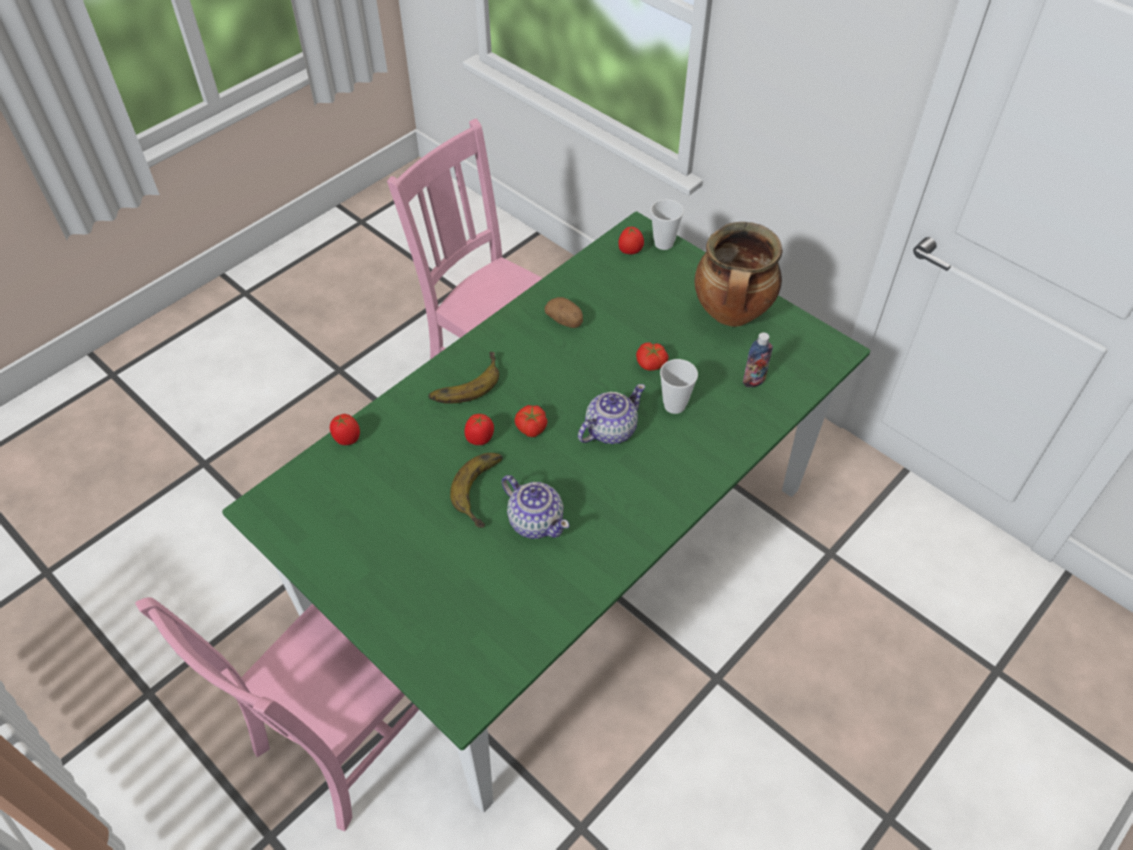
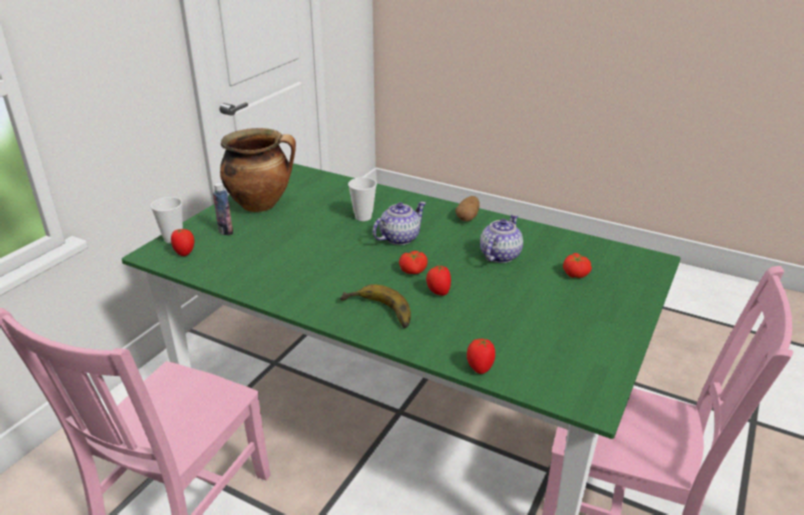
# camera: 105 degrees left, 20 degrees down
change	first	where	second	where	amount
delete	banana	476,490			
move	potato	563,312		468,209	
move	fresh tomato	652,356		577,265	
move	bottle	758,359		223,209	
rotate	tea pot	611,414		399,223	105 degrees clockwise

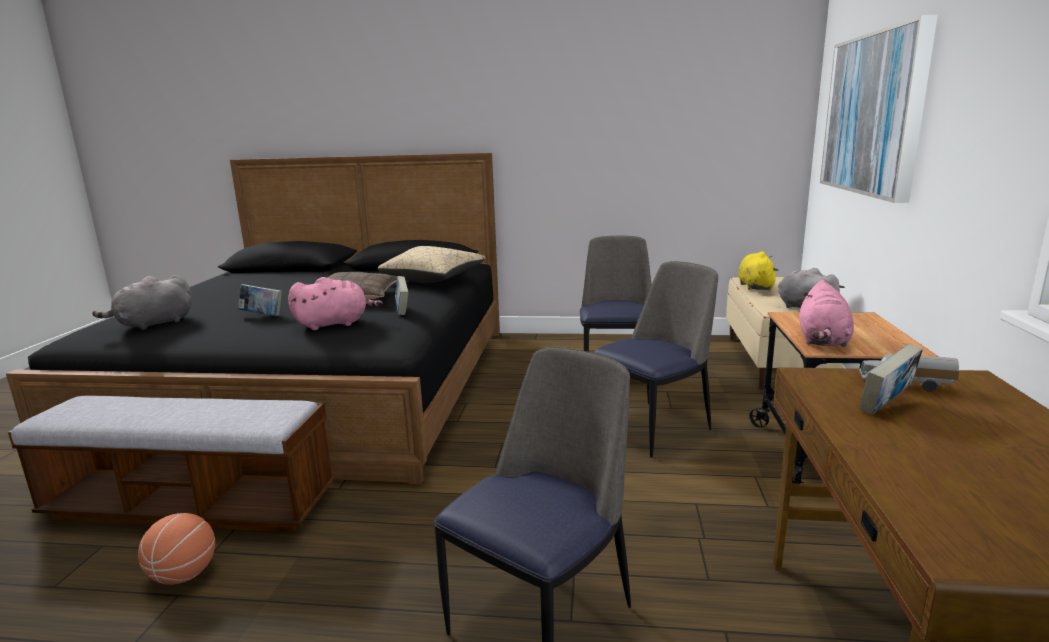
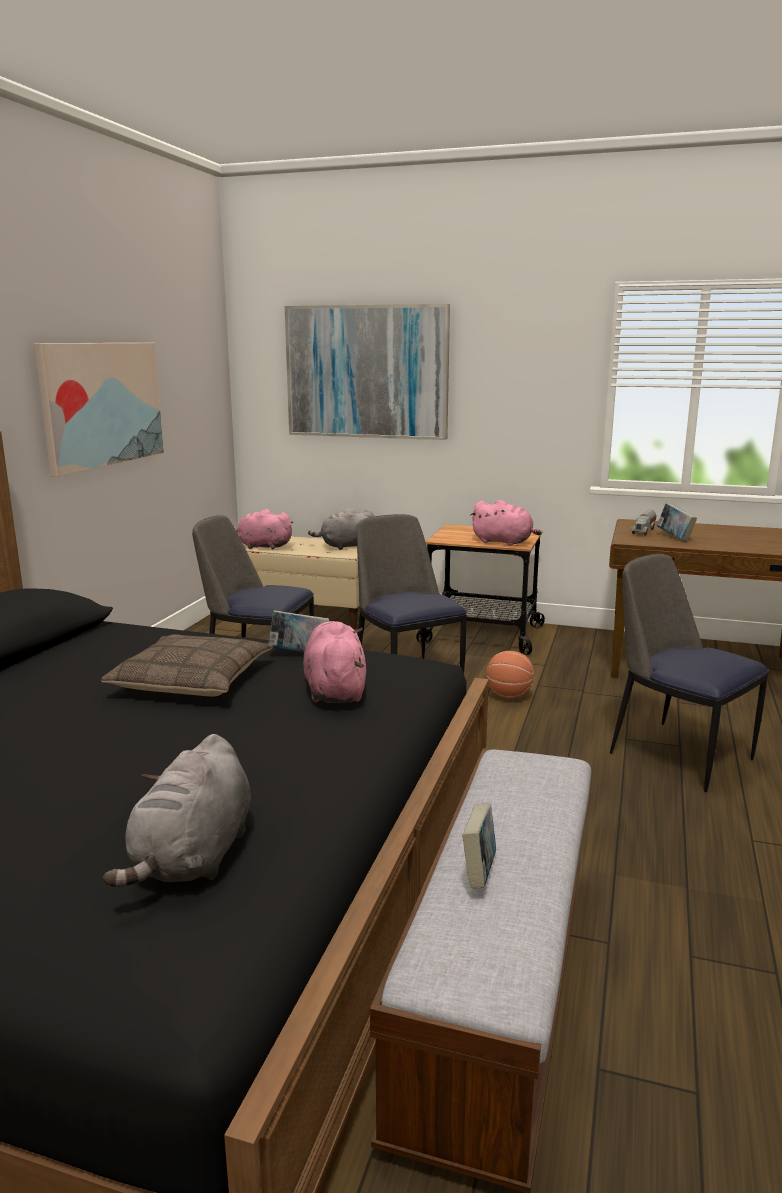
# camera: 80 degrees left, 0 degrees up
change	first	where	second	where	amount
delete	beige throw pillow	431,264			
insert			wall art	99,410	
move	basketball ball	176,549		510,674	
move	volume	260,300		479,846	
recolor	yellow cuddly toy	758,270	pink cuddly toy	264,529	
rotate	gray cuddly toy	142,302		177,810	45 degrees clockwise

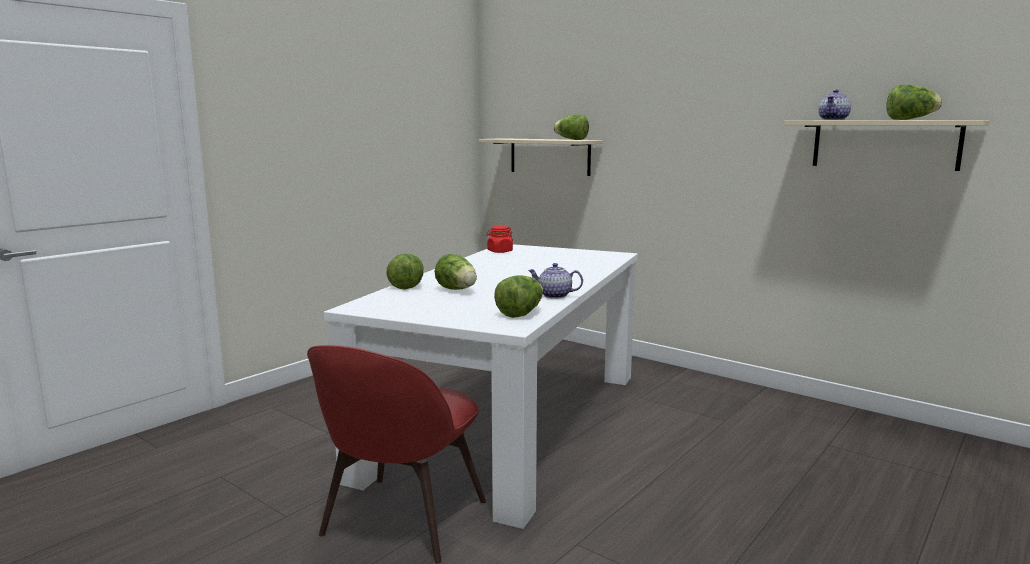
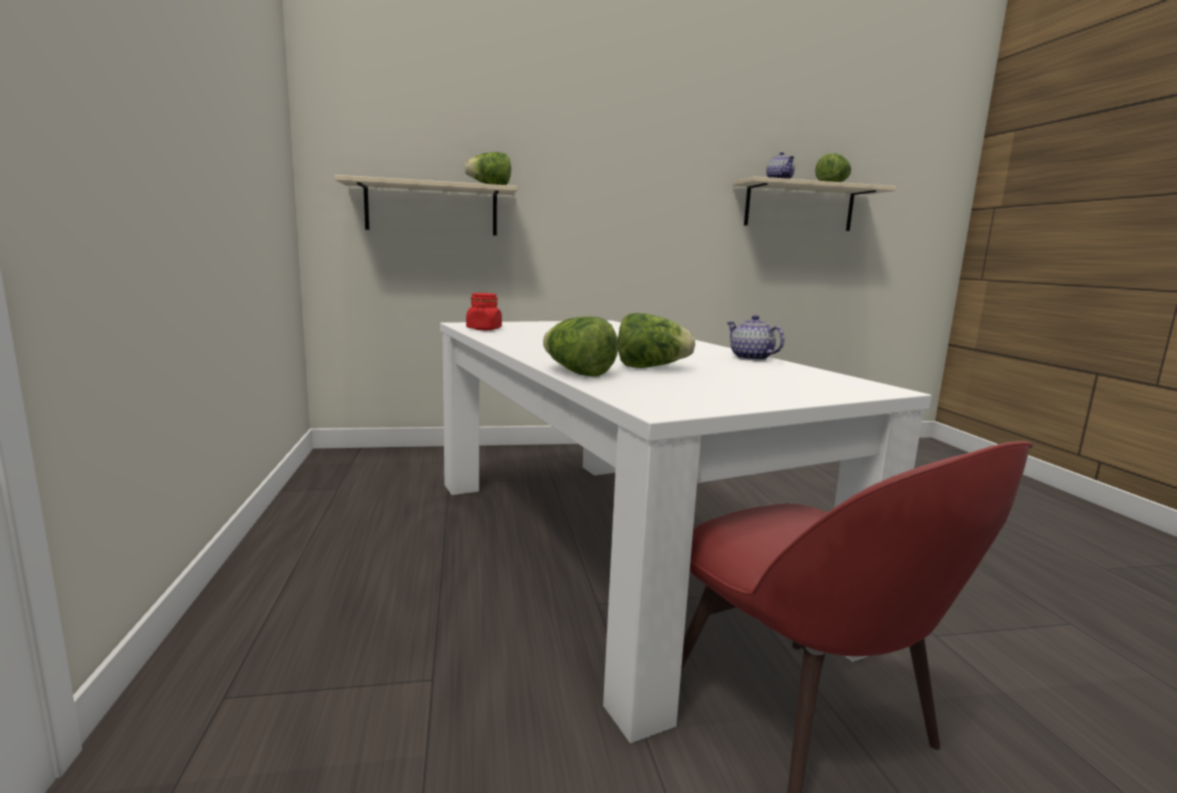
# camera: 50 degrees left, 0 degrees up
change	first	where	second	where	amount
delete	lettuce	518,296			
rotate	tea pot	555,281		755,337	90 degrees clockwise

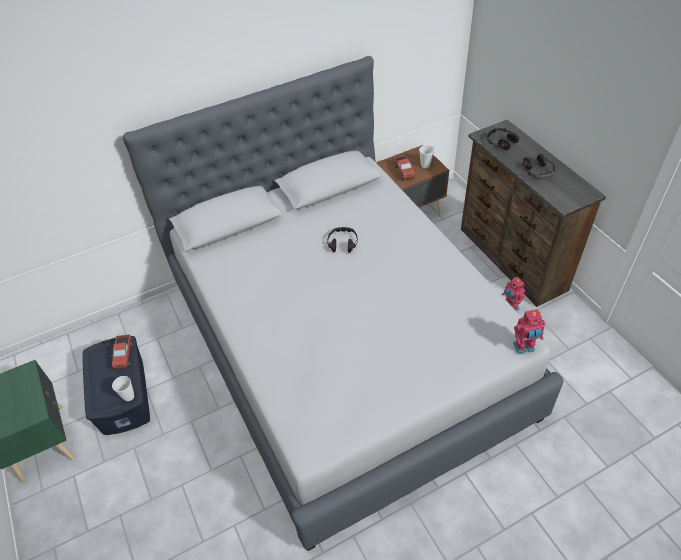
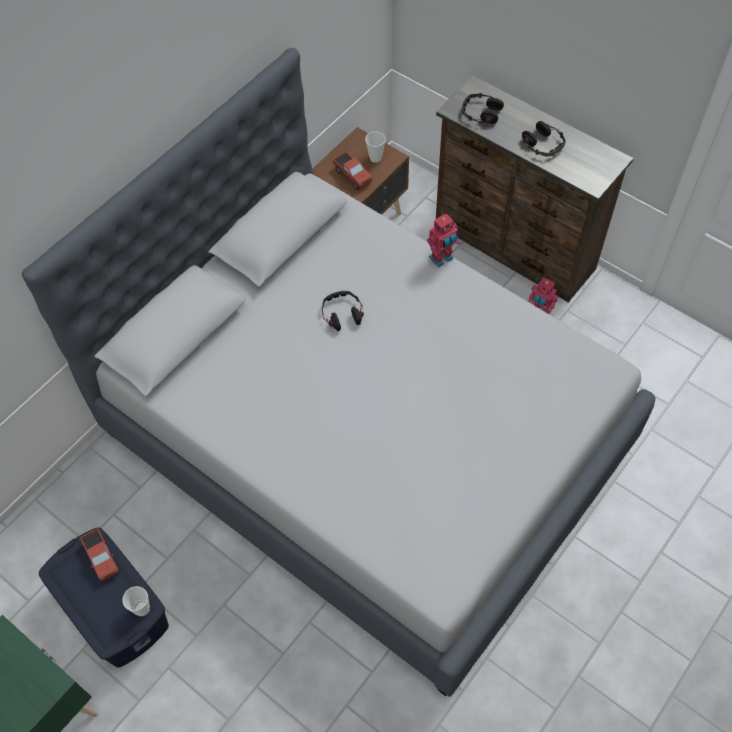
# camera: 25 degrees left, 10 degrees up
change	first	where	second	where	amount
move	toy robot	529,331		443,241	

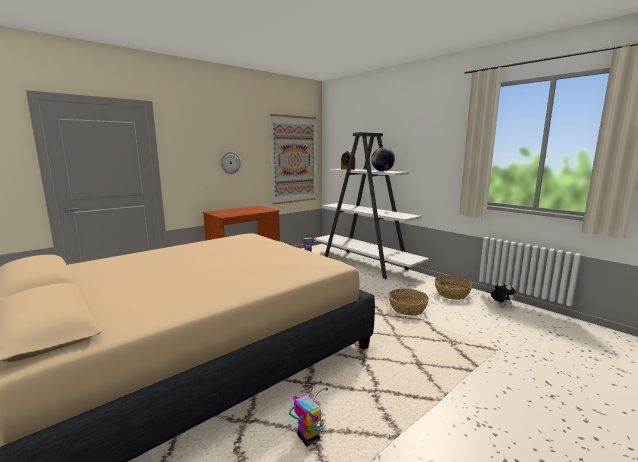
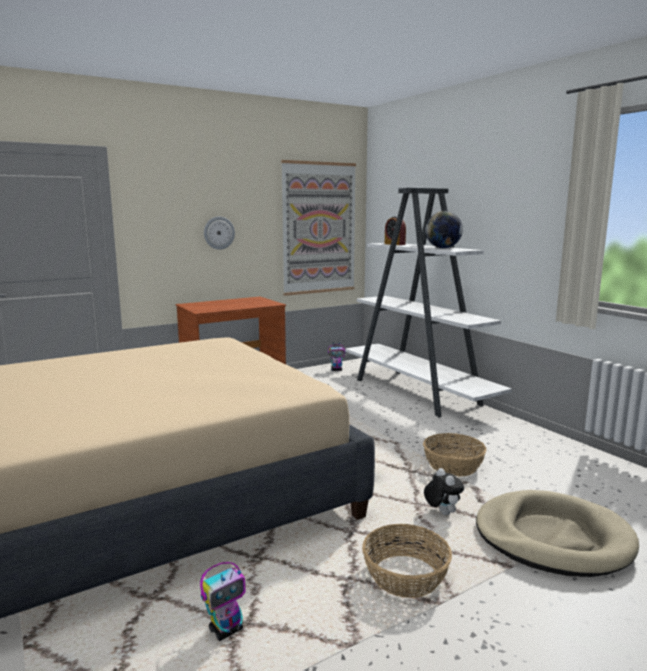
# camera: 10 degrees right, 0 degrees up
change	first	where	second	where	amount
insert			beige dog cushion	557,533	
move	household basket	453,288		407,561	
move	cuddly toy	503,294		444,491	
rotate	toy robot	308,414		223,601	75 degrees clockwise

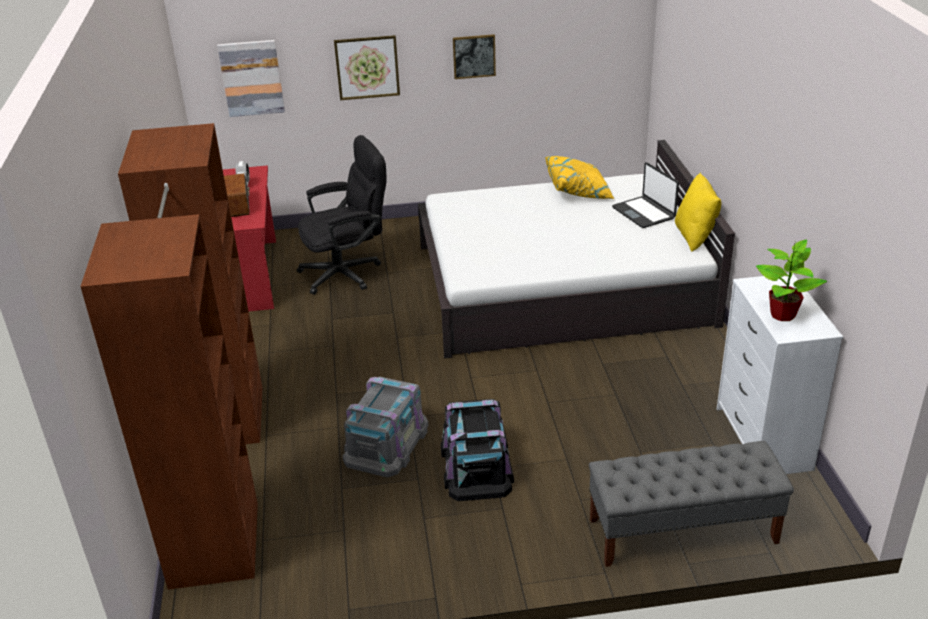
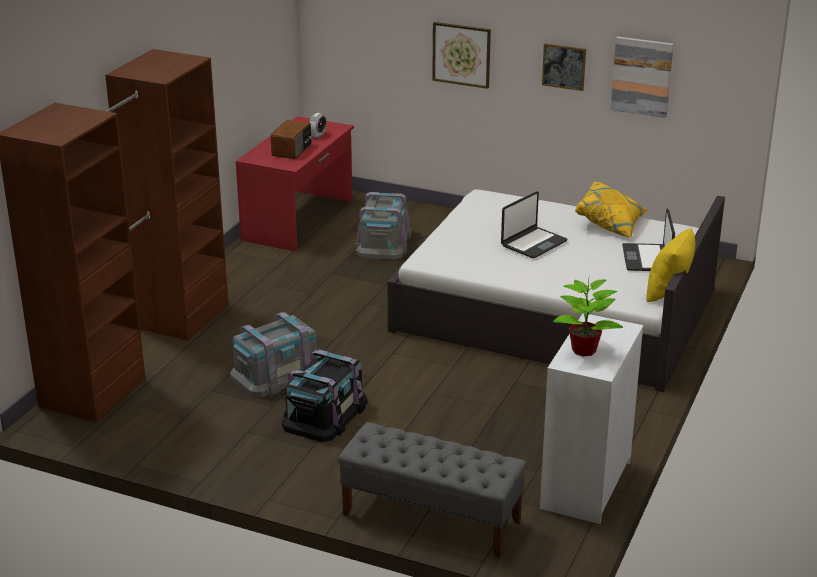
# camera: 30 degrees right, 5 degrees down
change	first	where	second	where	amount
insert			notebook computer	534,225	
move	wall art	251,78		642,77	
replace	black office chair	342,214	gray storage box	383,226	

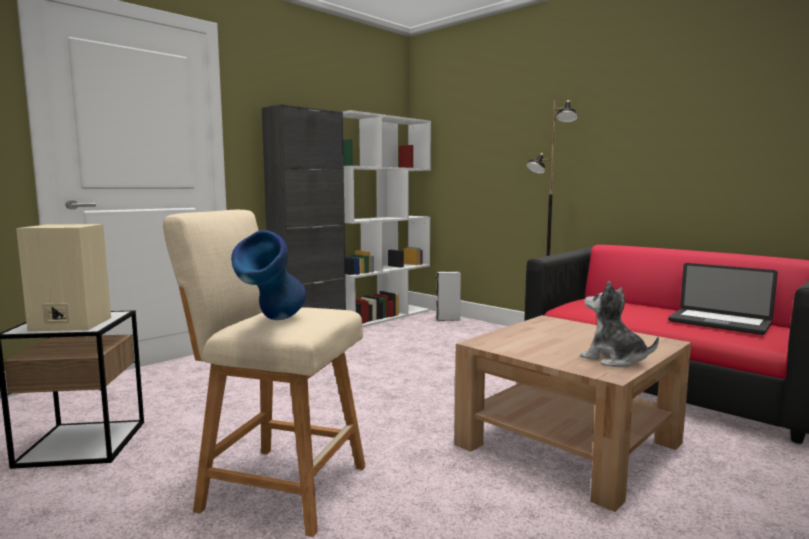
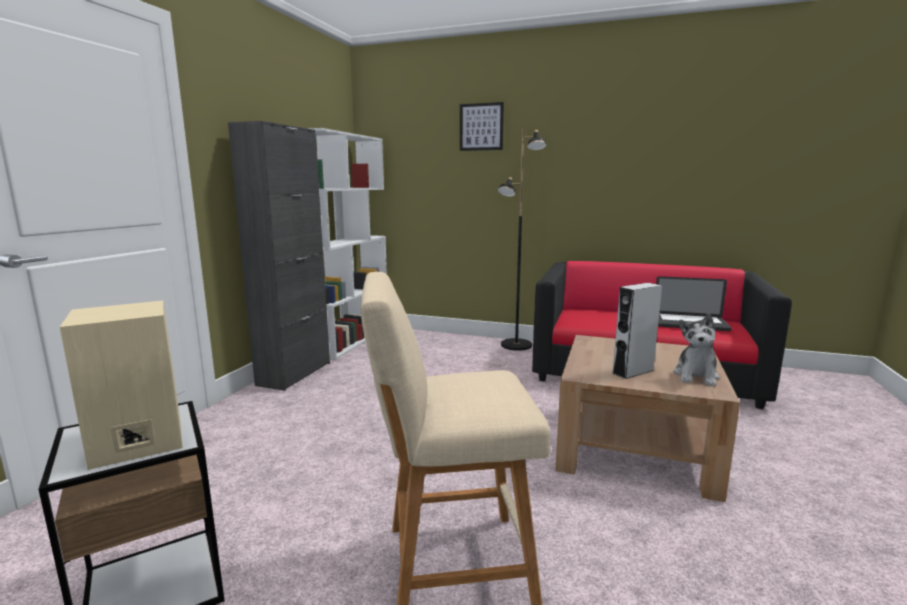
# camera: 25 degrees left, 5 degrees up
change	first	where	second	where	amount
delete	blue vase	268,275			
insert			wall art	482,126	
move	gray loudspeaker	448,296		637,331	
rotate	cuddly toy	619,324		696,350	90 degrees counterclockwise

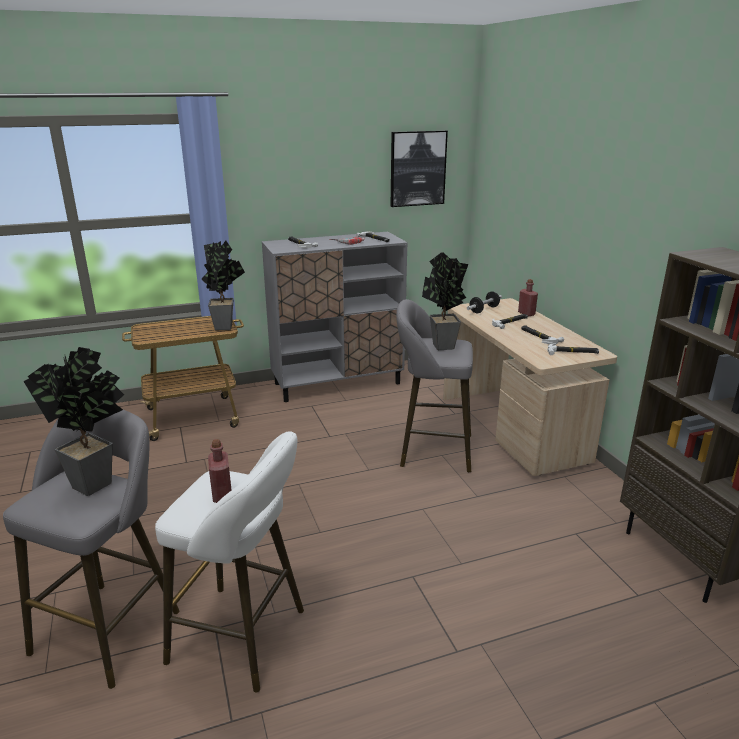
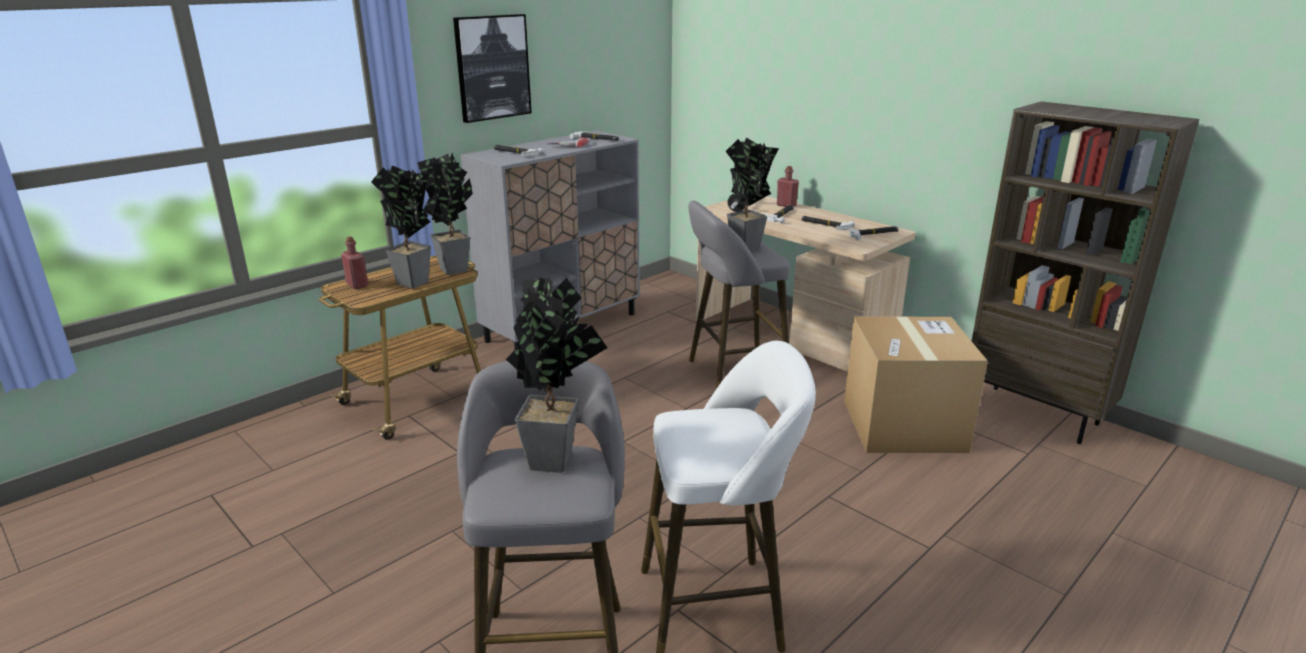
# camera: 25 degrees left, 0 degrees up
change	first	where	second	where	amount
insert			houseplant	401,227	
insert			cardboard box	916,385	
move	reddish bottle	219,471		354,262	
move	wall art	419,168		492,68	

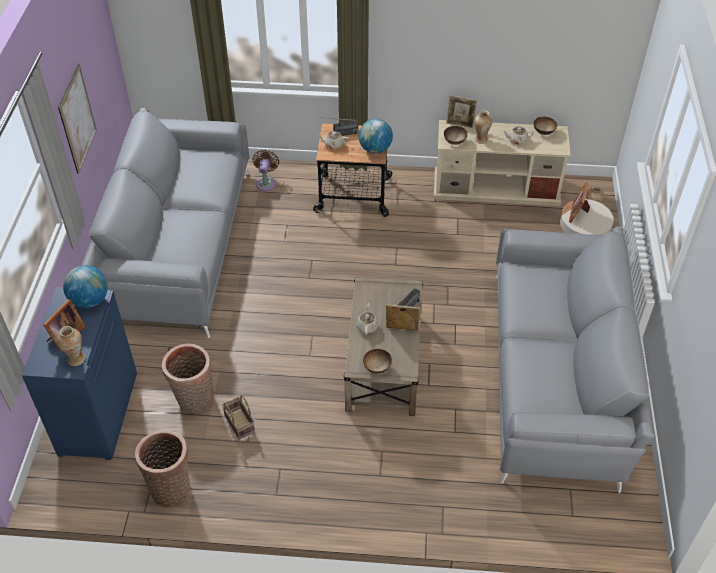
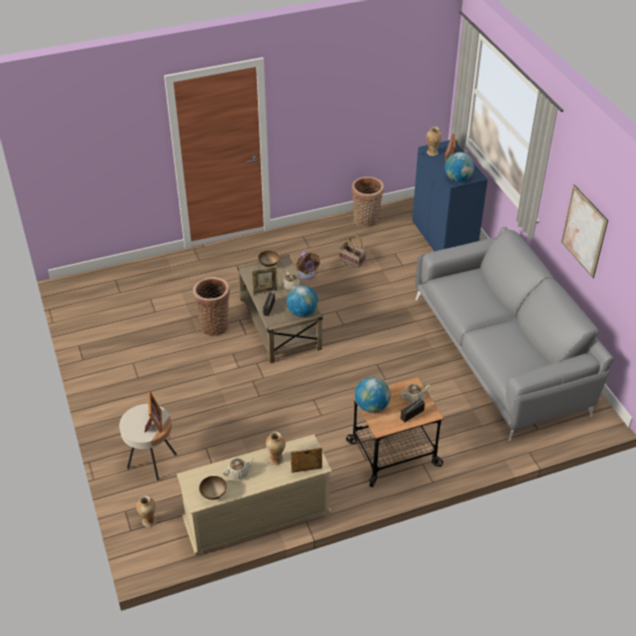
# camera: 155 degrees right, 5 degrees down
change	first	where	second	where	amount
delete	deep dish	455,135			
delete	gray sofa	575,360			
insert			world globe	302,301	
move	household basket	188,378		211,306	
move	brown fan	266,170		308,266	

